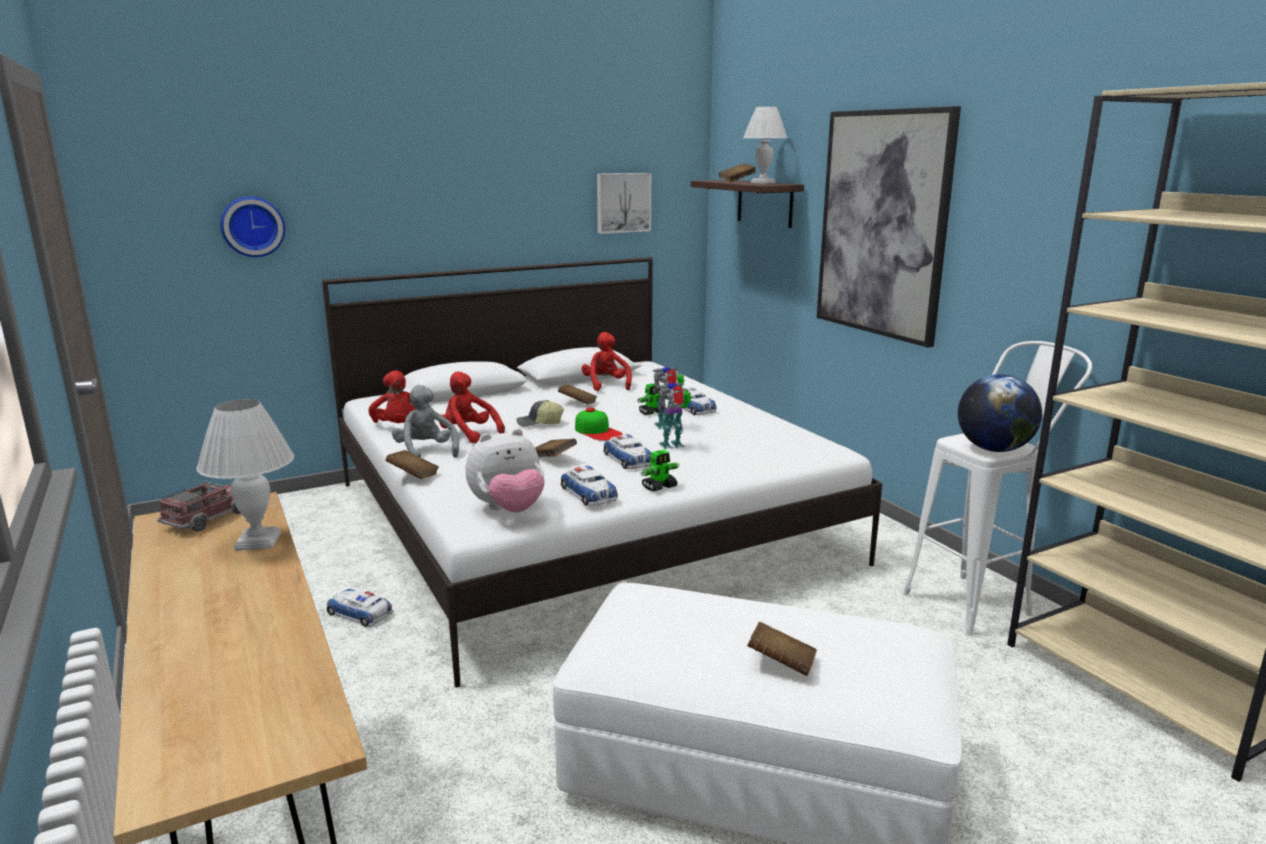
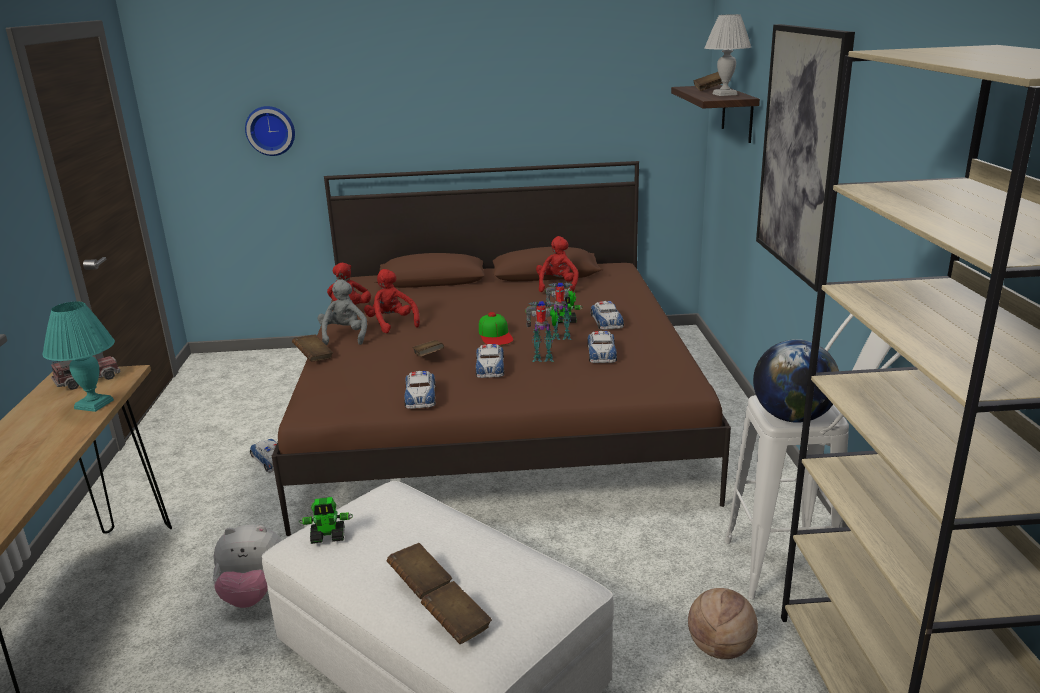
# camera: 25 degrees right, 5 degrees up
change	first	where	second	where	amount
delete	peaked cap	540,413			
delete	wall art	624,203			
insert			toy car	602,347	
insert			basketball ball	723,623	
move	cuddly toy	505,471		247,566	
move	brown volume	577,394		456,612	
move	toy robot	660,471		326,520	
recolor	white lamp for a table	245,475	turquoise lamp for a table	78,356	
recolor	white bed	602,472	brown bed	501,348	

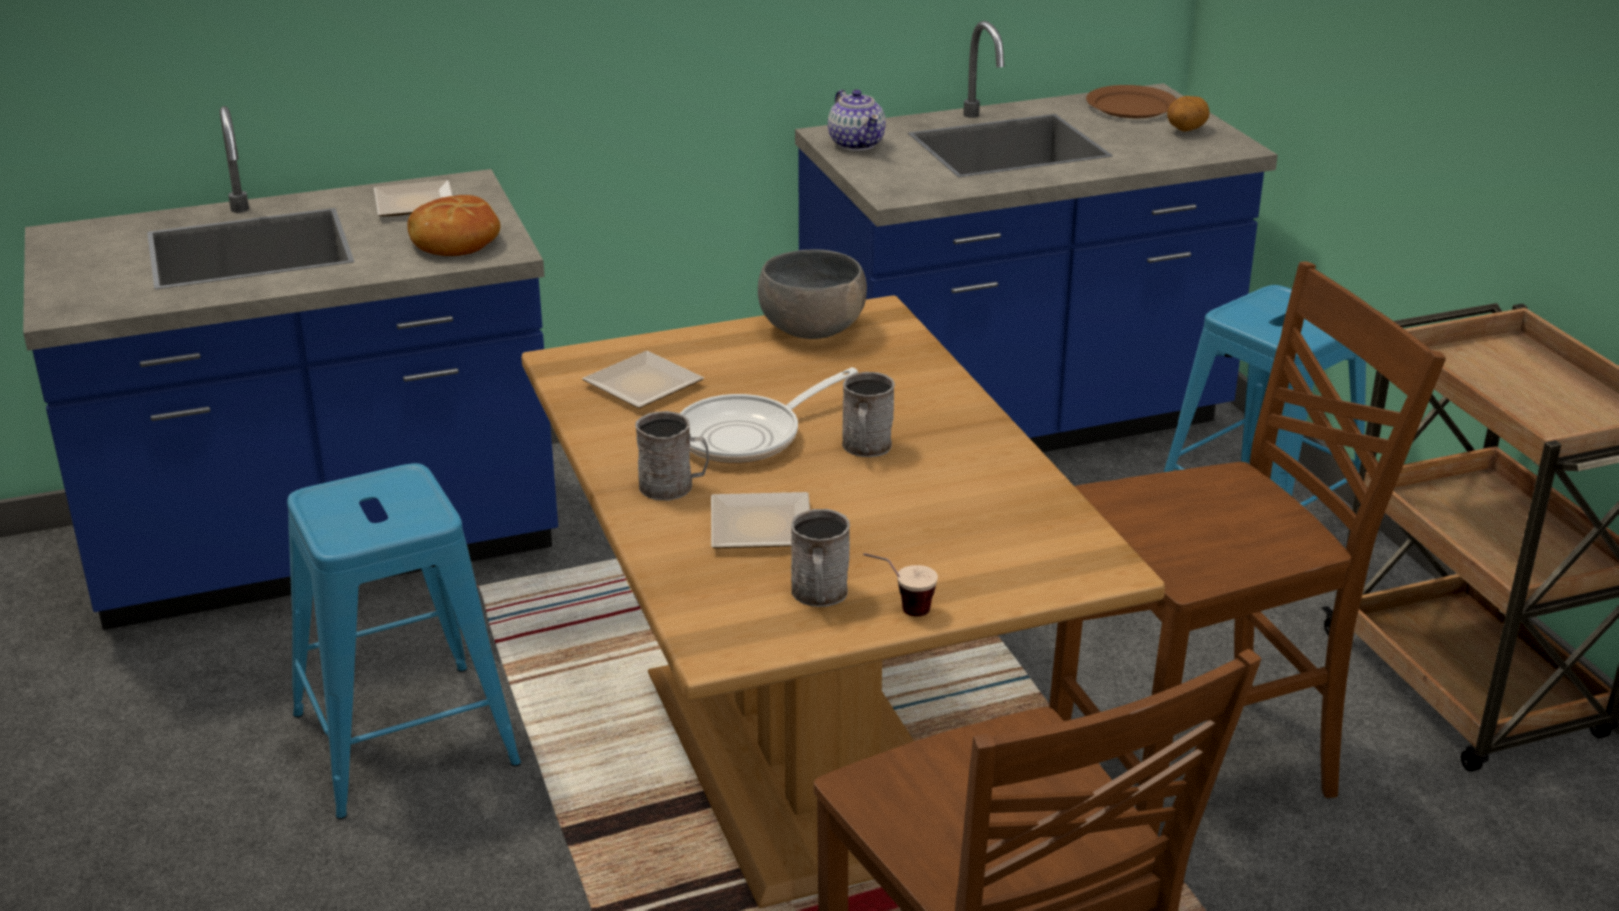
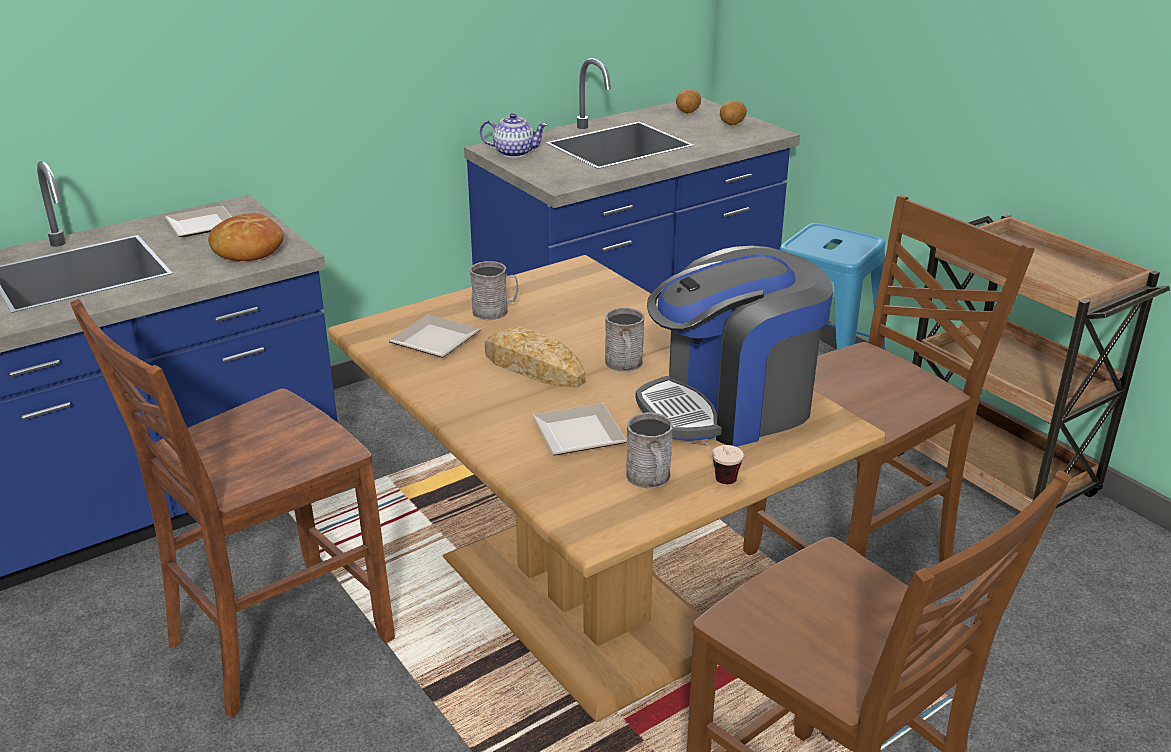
# camera: 15 degrees left, 0 degrees up
change	first	where	second	where	amount
delete	gray deep dish	812,294			
insert			coffee machine	734,346	
move	gray tea mug	672,455		494,290	
replace	blue stool seat	404,641	brown upright chair	232,508	
replace	pan	769,415	baked bread	535,357	
replace	brown dinner plate	1131,101	potato	688,101	
rotate	tea pot	857,120		514,135	45 degrees counterclockwise

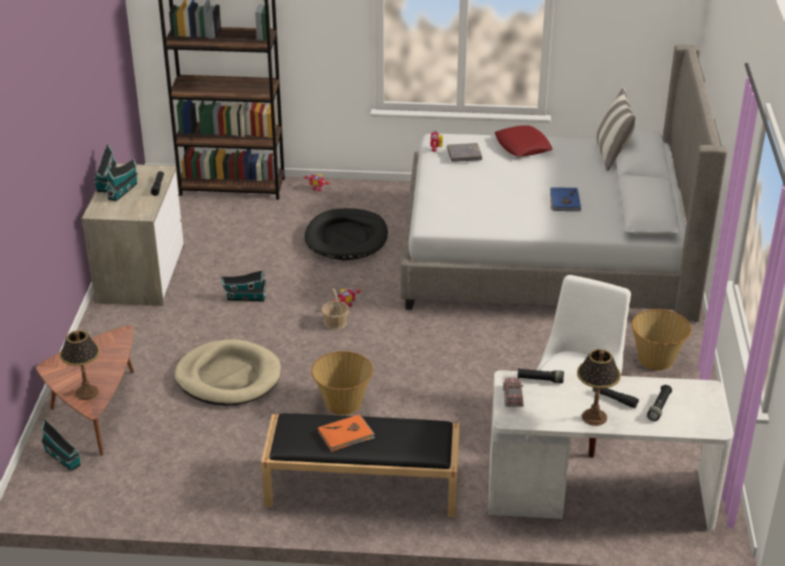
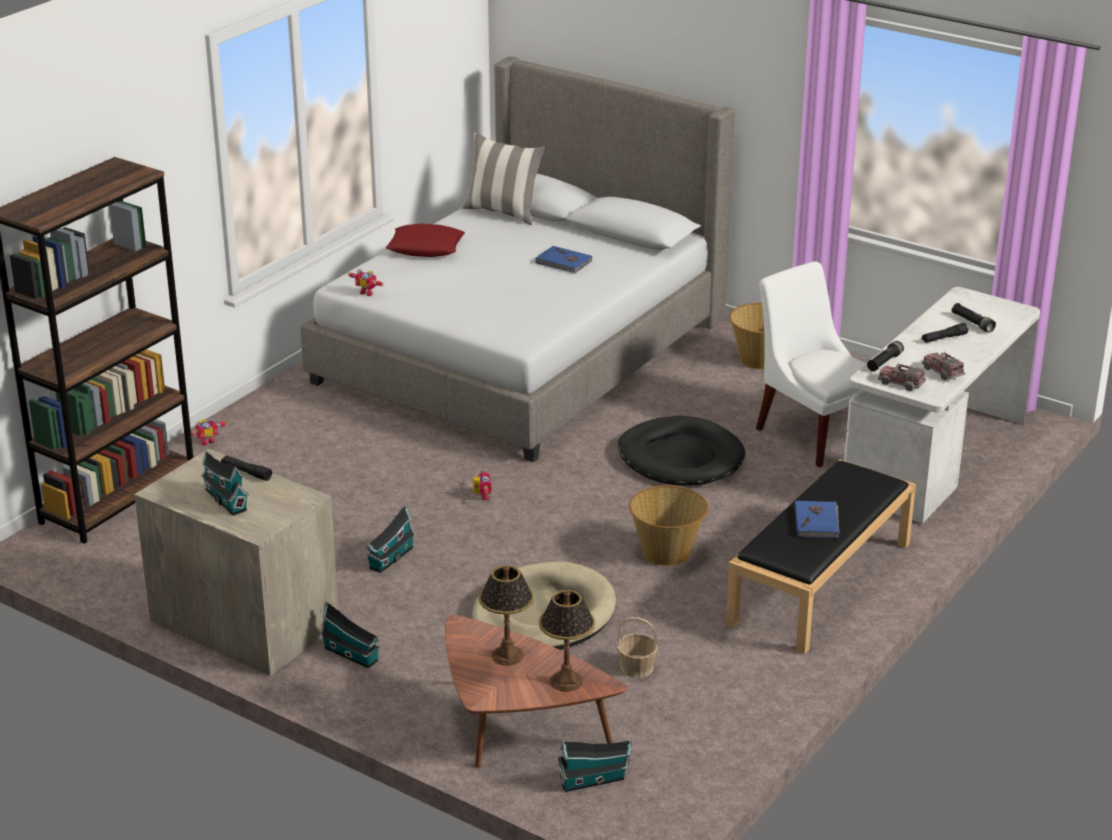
# camera: 60 degrees left, 5 degrees down
change	first	where	second	where	amount
delete	gray volume	464,152			
insert			model truck	943,366	
move	miniature house	105,167		350,634	
move	black dog cushion	346,234		681,451	
move	household basket	335,309		637,647	
move	lamp for a table	599,387		506,615	
recolor	orange volume	346,433	blue volume	817,519	

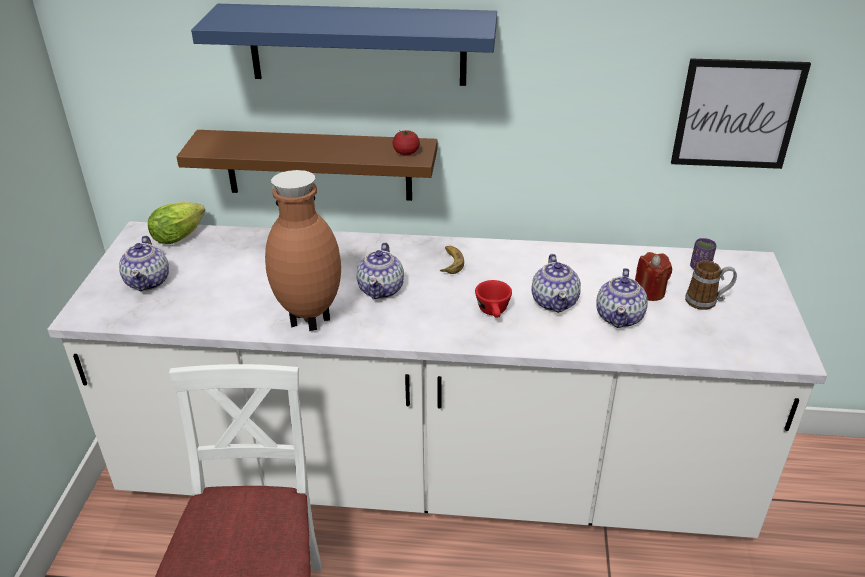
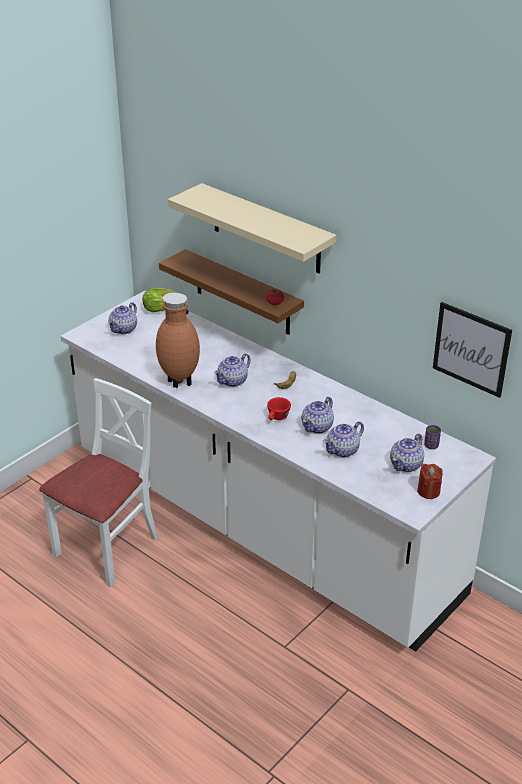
# camera: 35 degrees right, 0 degrees up
change	first	where	second	where	amount
move	reddish candle	653,276		430,481	
replace	tea mug	711,285	tea pot	407,452	
recolor	blue bracket shelf	344,45	beige bracket shelf	252,228	

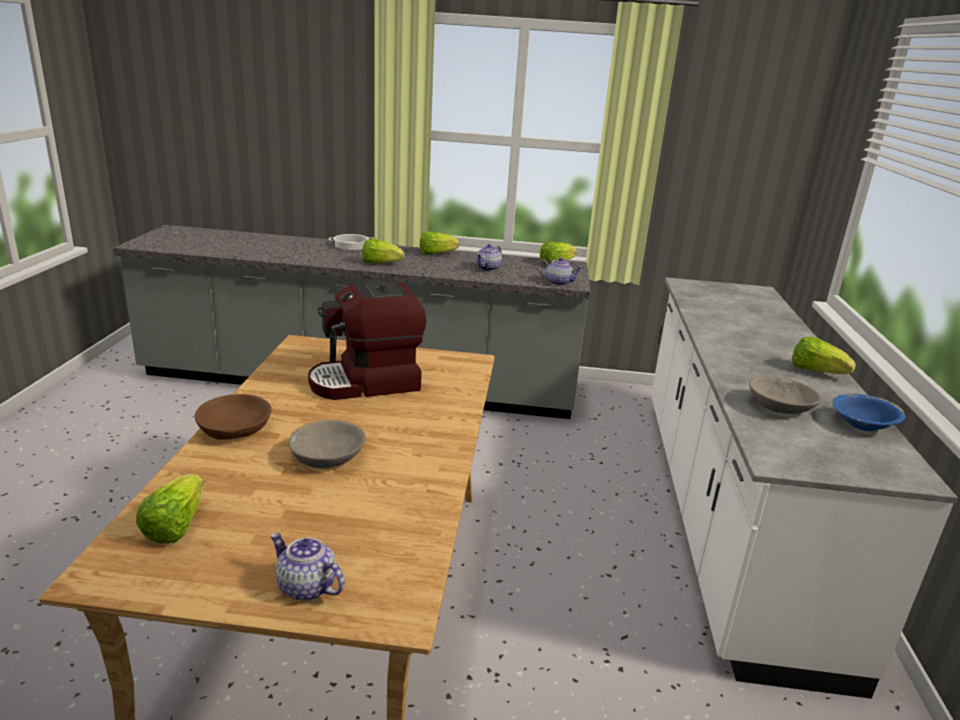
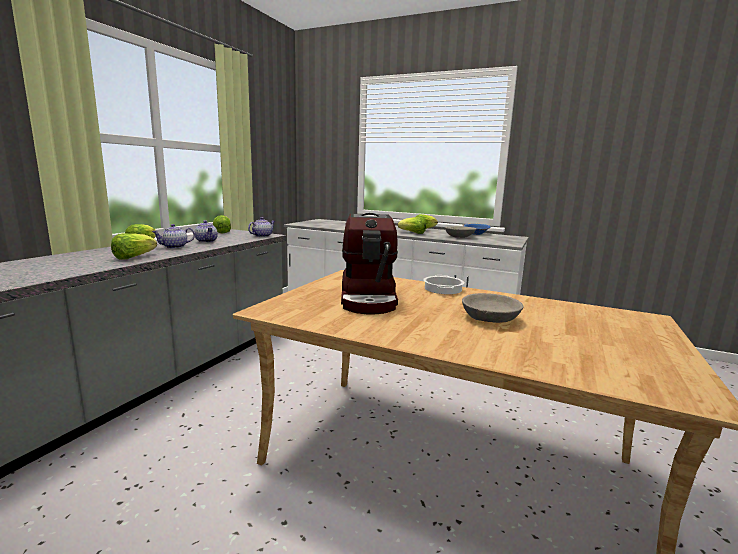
# camera: 70 degrees left, 10 degrees down
change	first	where	second	where	amount
delete	brown deep dish	232,417			
move	lettuce	170,509		412,225	
move	tea pot	307,567		173,236	
move	cooking pot	351,242		443,284	

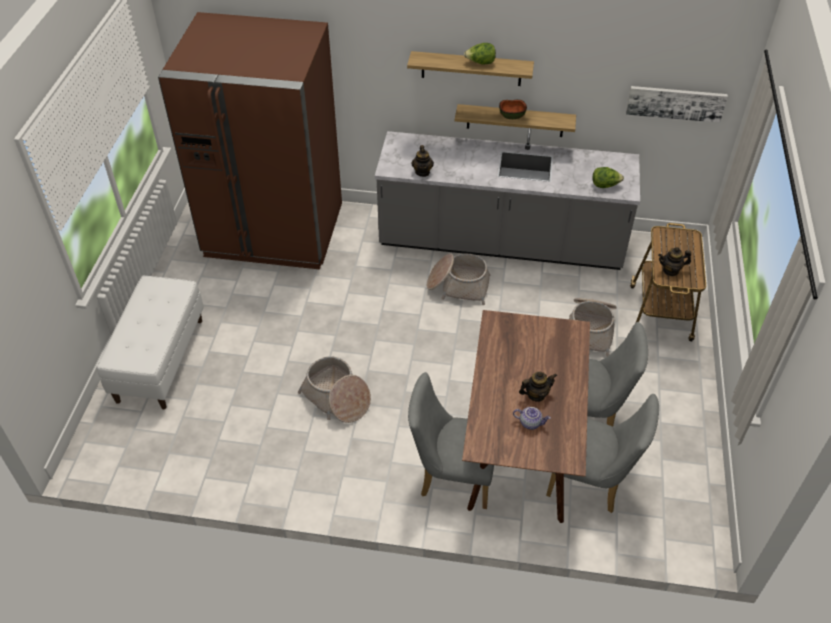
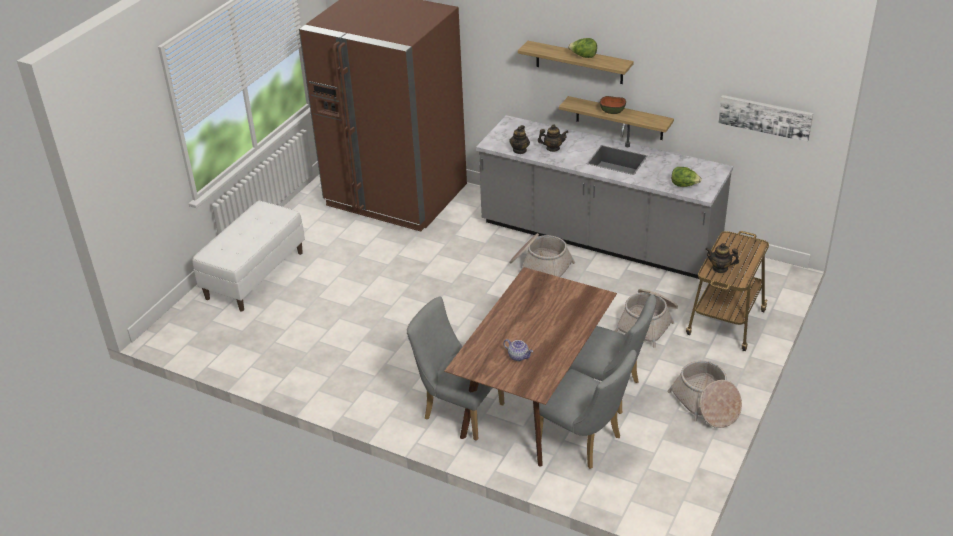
# camera: 20 degrees right, 10 degrees down
change	first	where	second	where	amount
move	household basket	334,389		704,394	
move	tea pot	538,387		553,138	

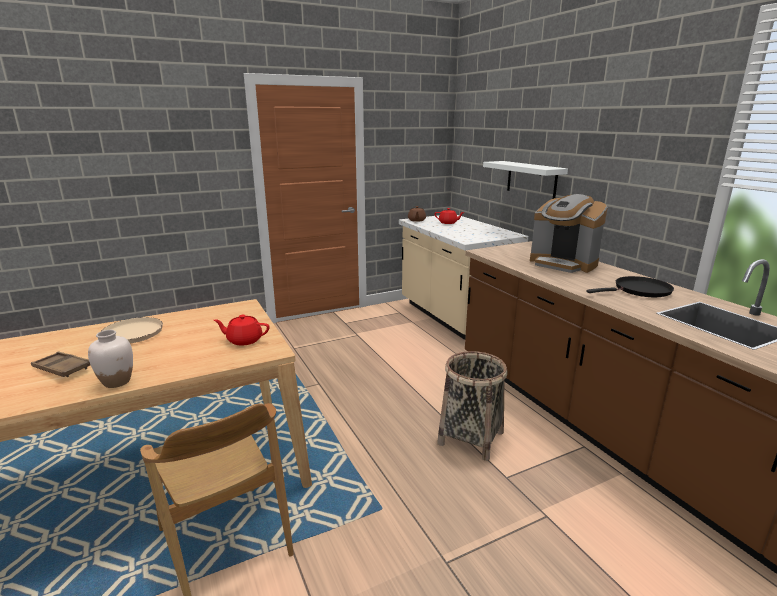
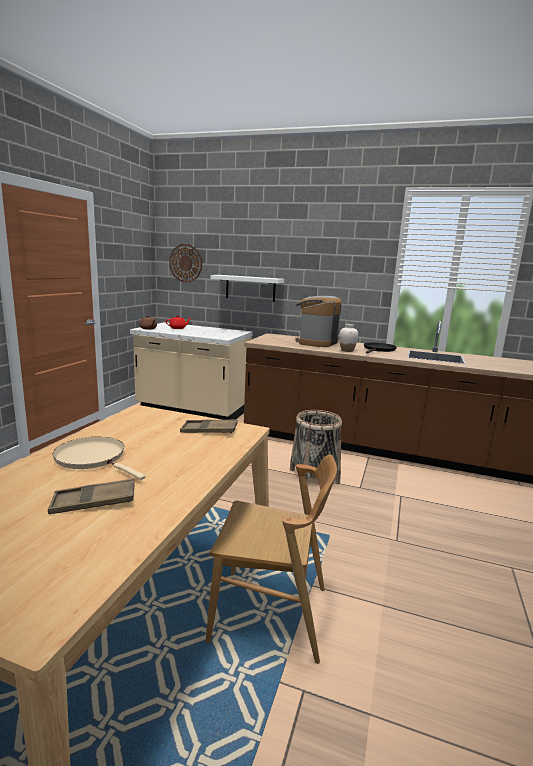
# camera: 45 degrees left, 5 degrees down
change	first	where	second	where	amount
insert			wall clock	185,263	
move	white vase	110,359		348,338	
replace	reddish tea pot	242,330	brown carrying tray	209,426	
rotate	coffee machine	569,233		318,321	120 degrees clockwise

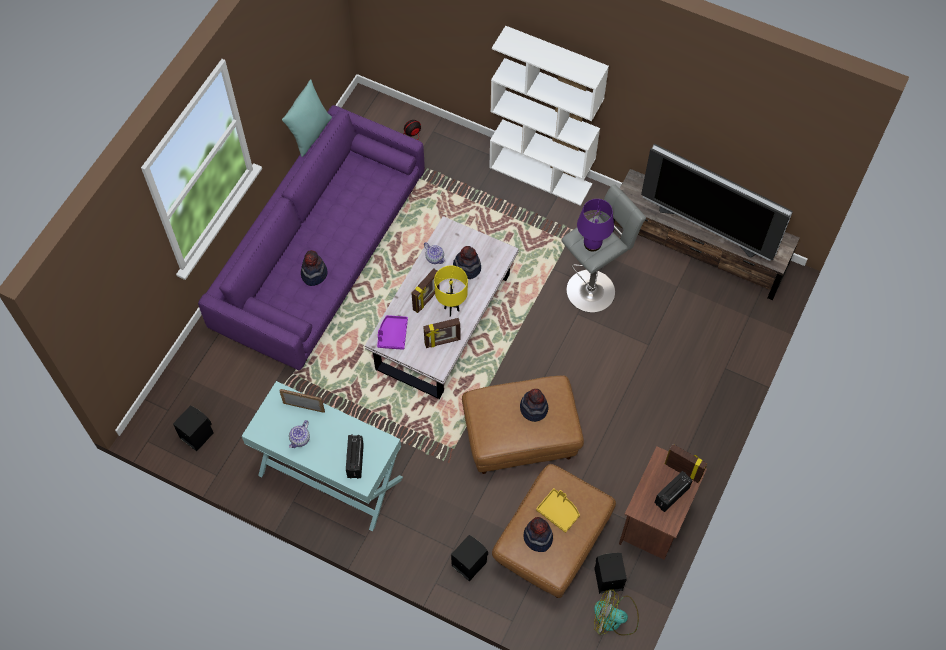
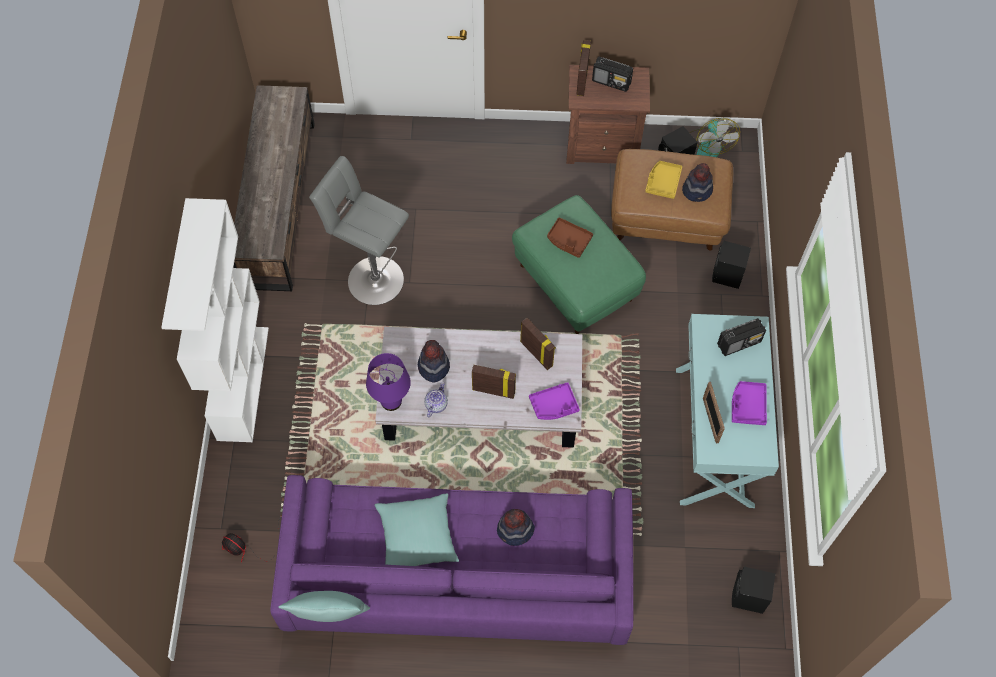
# camera: 115 degrees left, 0 degrees up
change	first	where	second	where	amount
delete	yellow lamp for a table	451,291			
delete	TV set	717,202			
insert			turquoise throw pillow	417,529	
move	purple lamp for a table	595,225		388,382	
replace	tea pot	299,434	purple carrying tray	749,403	
replace	hat	534,405	brown carrying tray	570,237	
recolor	brown ottoman	523,424	green ottoman	579,264	

